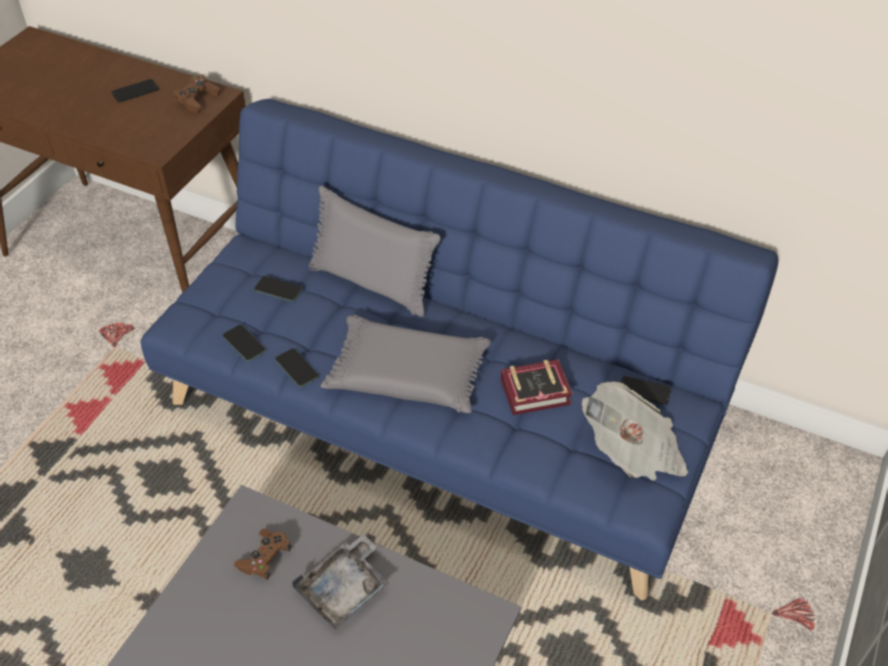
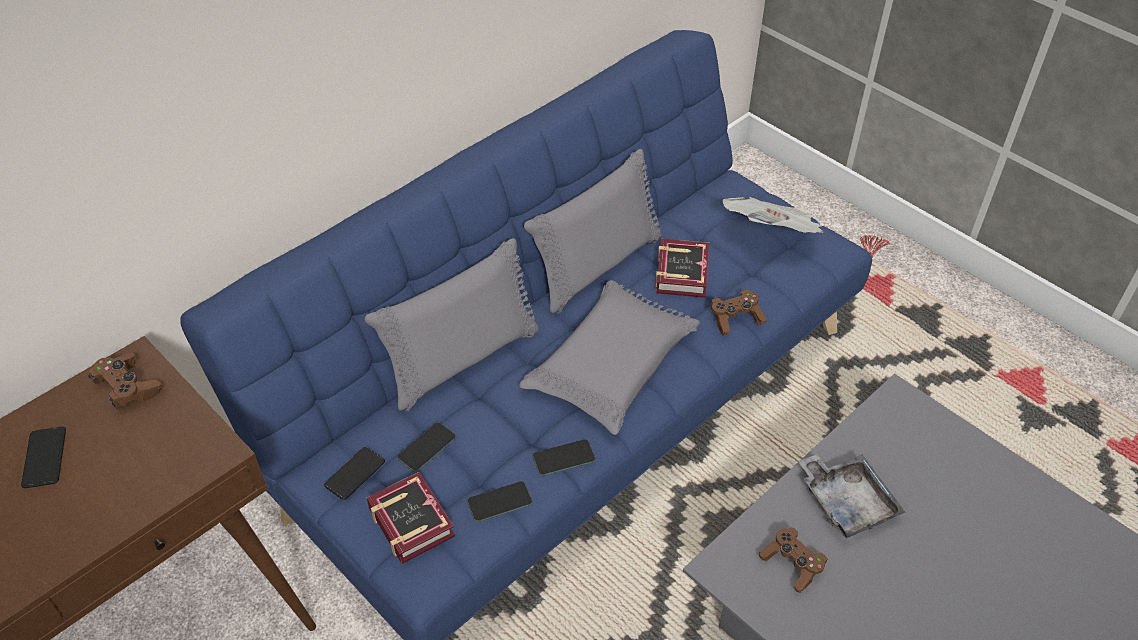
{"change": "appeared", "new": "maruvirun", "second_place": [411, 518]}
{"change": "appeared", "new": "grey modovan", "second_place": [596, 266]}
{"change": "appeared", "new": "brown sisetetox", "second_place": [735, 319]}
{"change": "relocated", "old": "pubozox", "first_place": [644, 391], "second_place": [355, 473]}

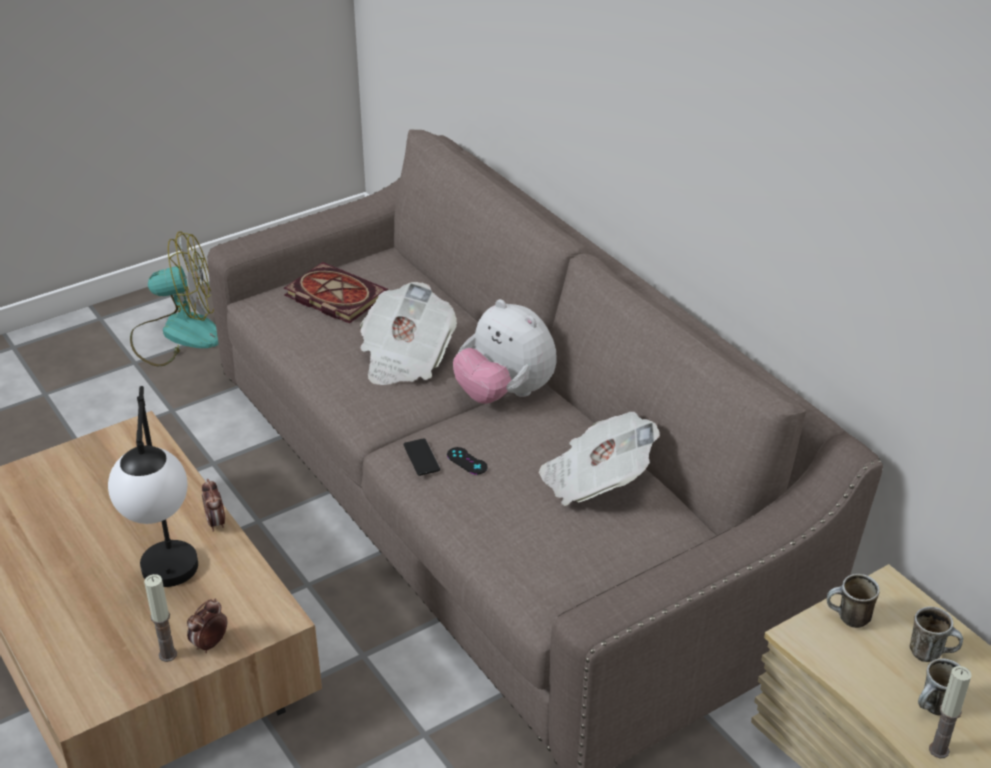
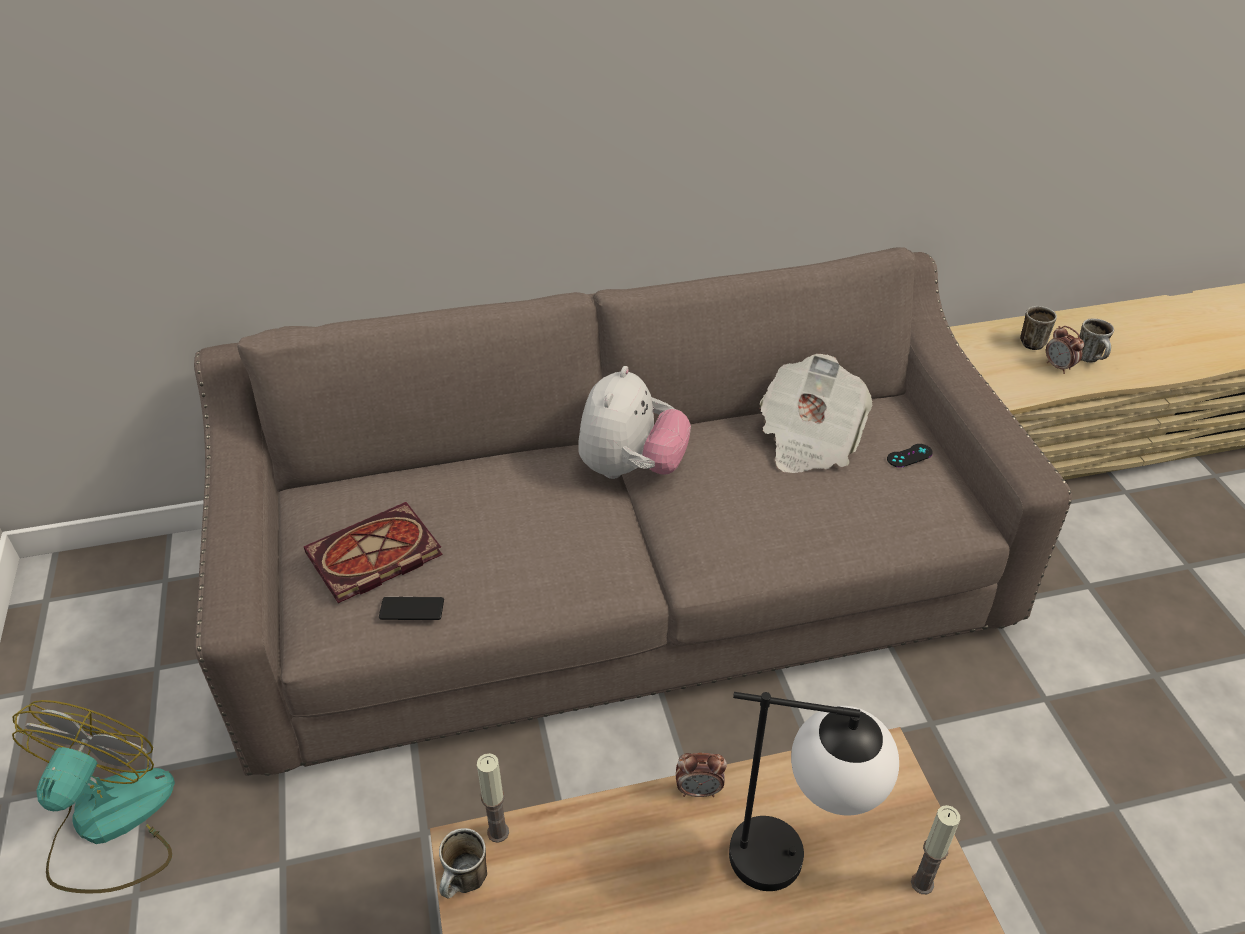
{"change": "missing", "old": "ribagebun", "first_place": [405, 358]}
{"change": "relocated", "old": "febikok", "first_place": [210, 644], "second_place": [1058, 367]}
{"change": "relocated", "old": "pubozox", "first_place": [421, 458], "second_place": [411, 609]}
{"change": "relocated", "old": "black sisetetox", "first_place": [467, 461], "second_place": [909, 456]}
{"change": "relocated", "old": "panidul", "first_place": [848, 619], "second_place": [465, 884]}
{"change": "relocated", "old": "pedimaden", "first_place": [939, 750], "second_place": [498, 832]}
{"change": "spun", "old": "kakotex", "first_place": [505, 394], "second_place": [631, 469], "degrees": -45}

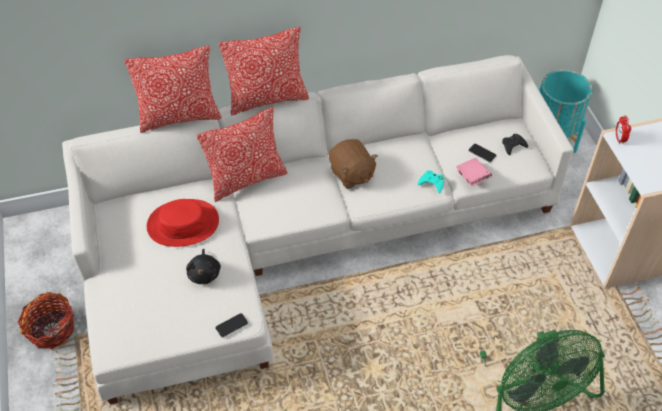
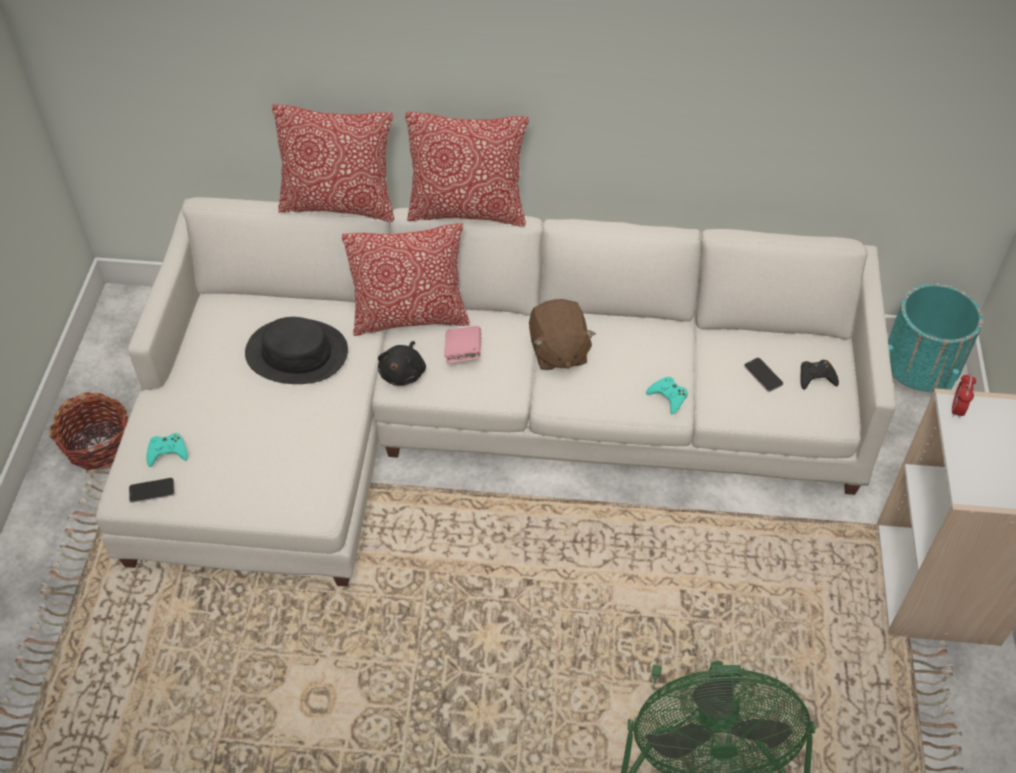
{"change": "appeared", "new": "turquoise sisetetox", "second_place": [167, 452]}
{"change": "relocated", "old": "black kakotex", "first_place": [204, 273], "second_place": [403, 373]}
{"change": "relocated", "old": "pubozox", "first_place": [231, 325], "second_place": [152, 490]}
{"change": "relocated", "old": "pink maruvirun", "first_place": [472, 177], "second_place": [463, 353]}
{"change": "colour", "old": "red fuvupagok", "new": "black fuvupagok", "first_place": [183, 223], "second_place": [297, 353]}

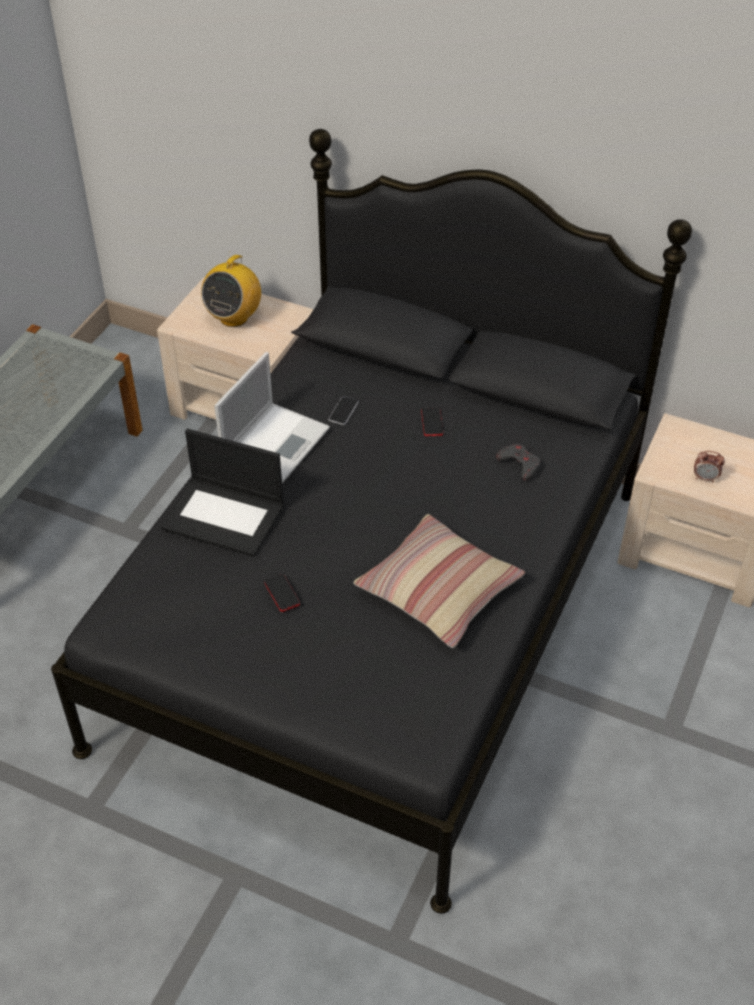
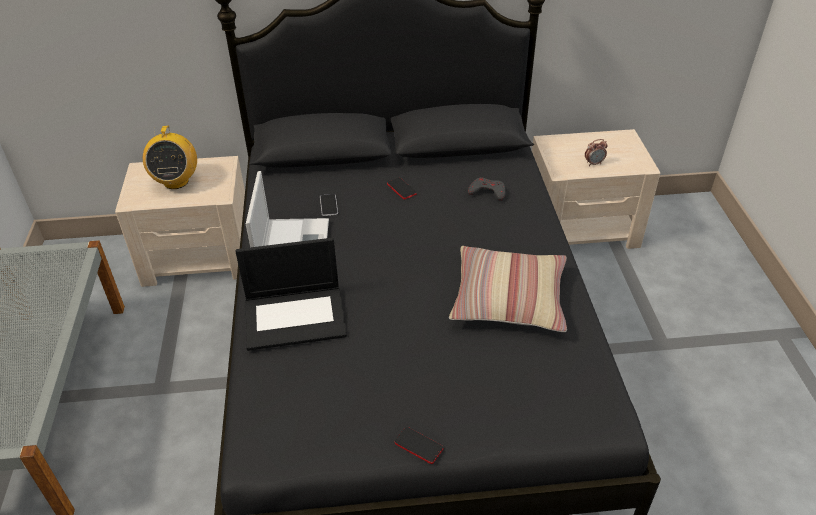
{"change": "relocated", "old": "pubozox", "first_place": [282, 593], "second_place": [418, 446]}

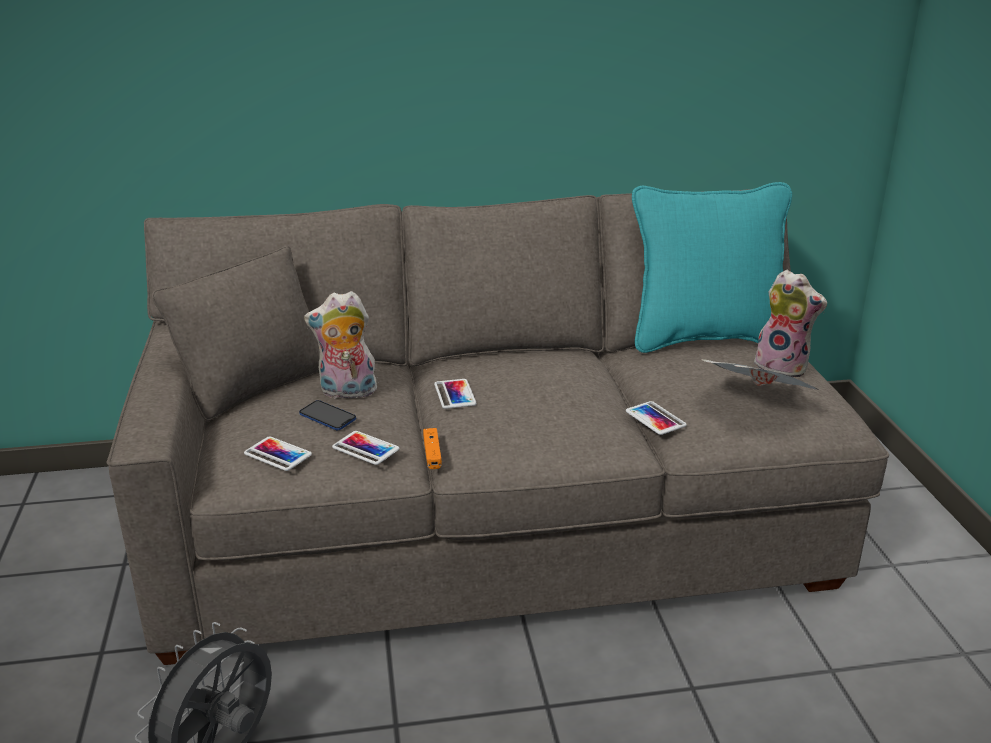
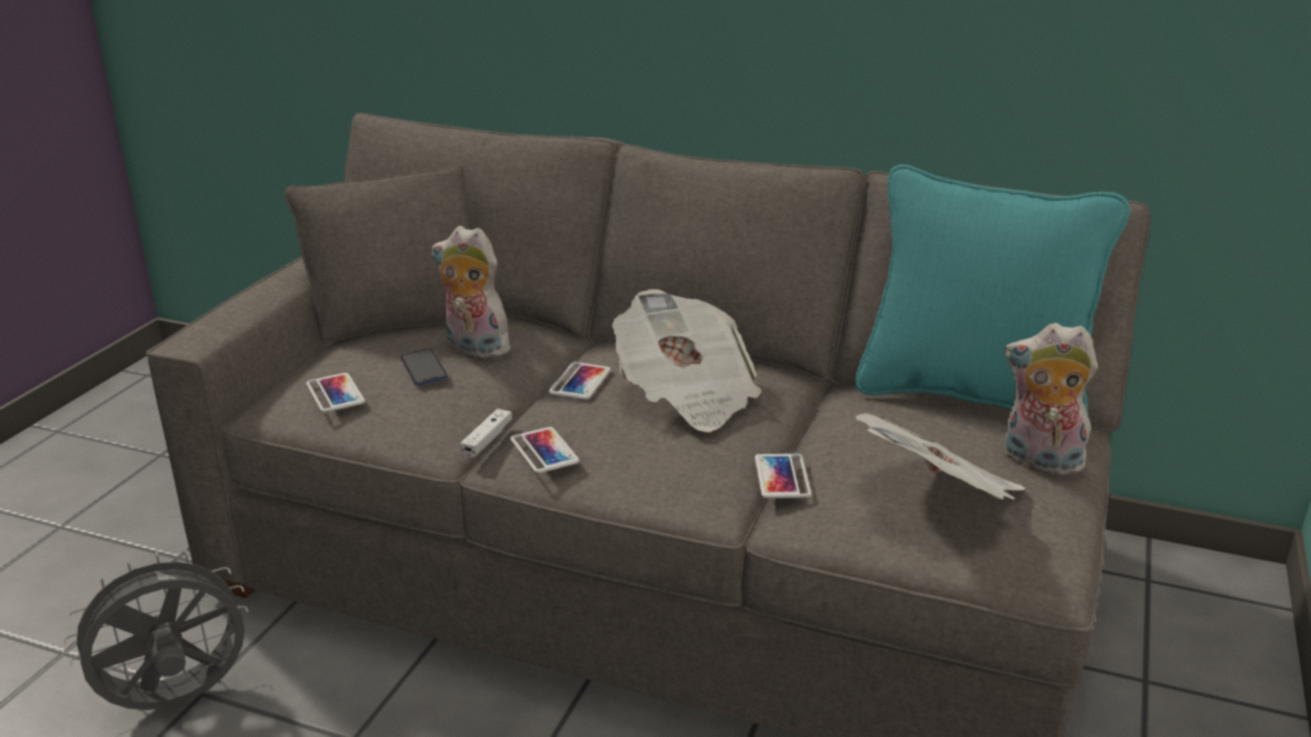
{"change": "appeared", "new": "ribagebun", "second_place": [686, 395]}
{"change": "relocated", "old": "pubozox", "first_place": [365, 448], "second_place": [544, 451]}
{"change": "colour", "old": "orange sisetetox", "new": "white sisetetox", "first_place": [432, 454], "second_place": [487, 440]}
{"change": "spun", "old": "kakotex", "first_place": [783, 367], "second_place": [1039, 463], "degrees": 135}

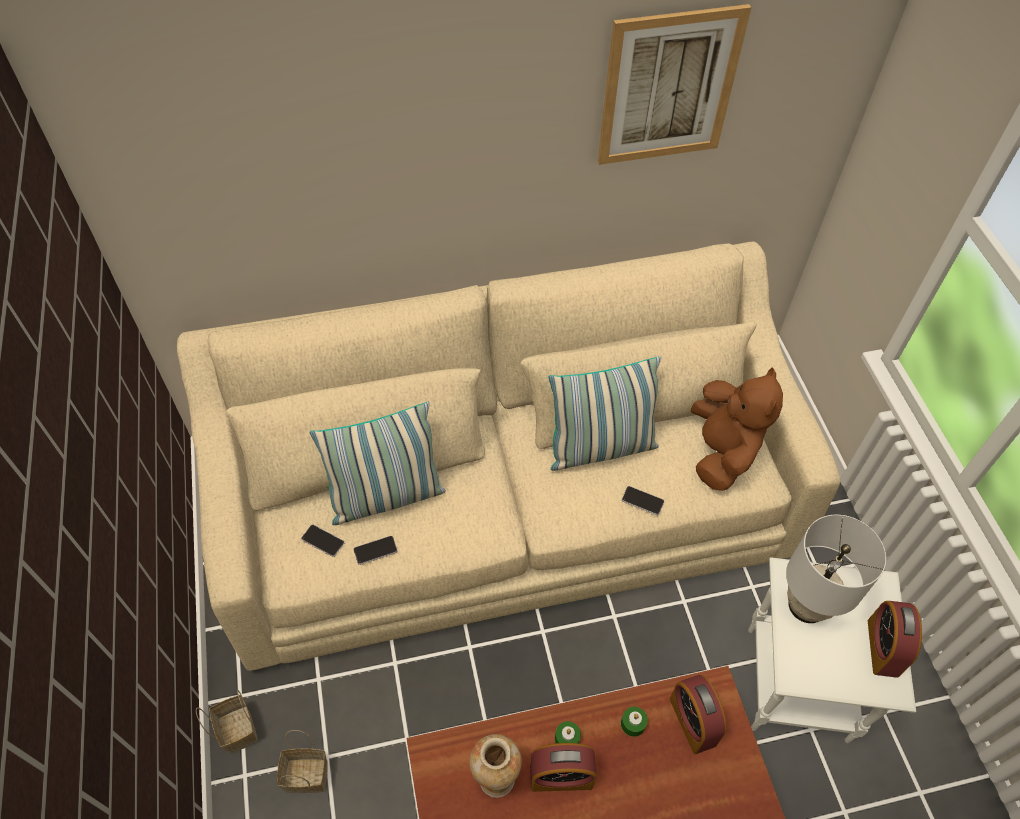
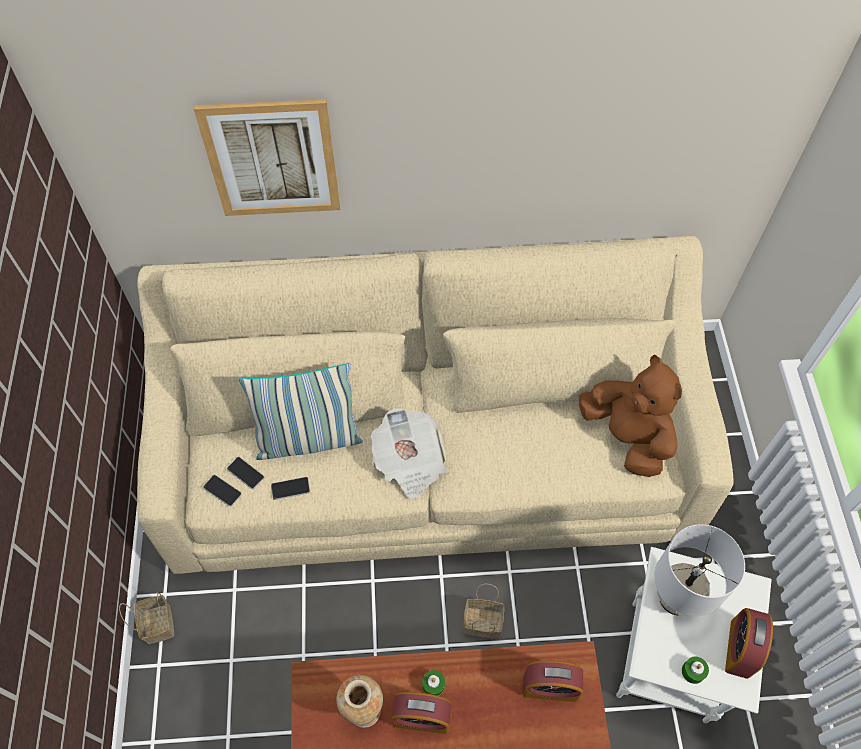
{"change": "missing", "old": "modovan", "first_place": [600, 448]}
{"change": "appeared", "new": "ribagebun", "second_place": [409, 462]}
{"change": "relocated", "old": "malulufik", "first_place": [307, 774], "second_place": [484, 622]}
{"change": "relocated", "old": "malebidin", "first_place": [668, 87], "second_place": [272, 159]}
{"change": "relocated", "old": "green pedimaden", "first_place": [633, 724], "second_place": [693, 671]}
{"change": "relocated", "old": "pubozox", "first_place": [642, 501], "second_place": [222, 491]}
{"change": "spun", "old": "febikok", "first_place": [692, 721], "second_place": [550, 687], "degrees": -75}
{"change": "spun", "old": "brown kakotex", "first_place": [721, 450], "second_place": [626, 436], "degrees": -45}

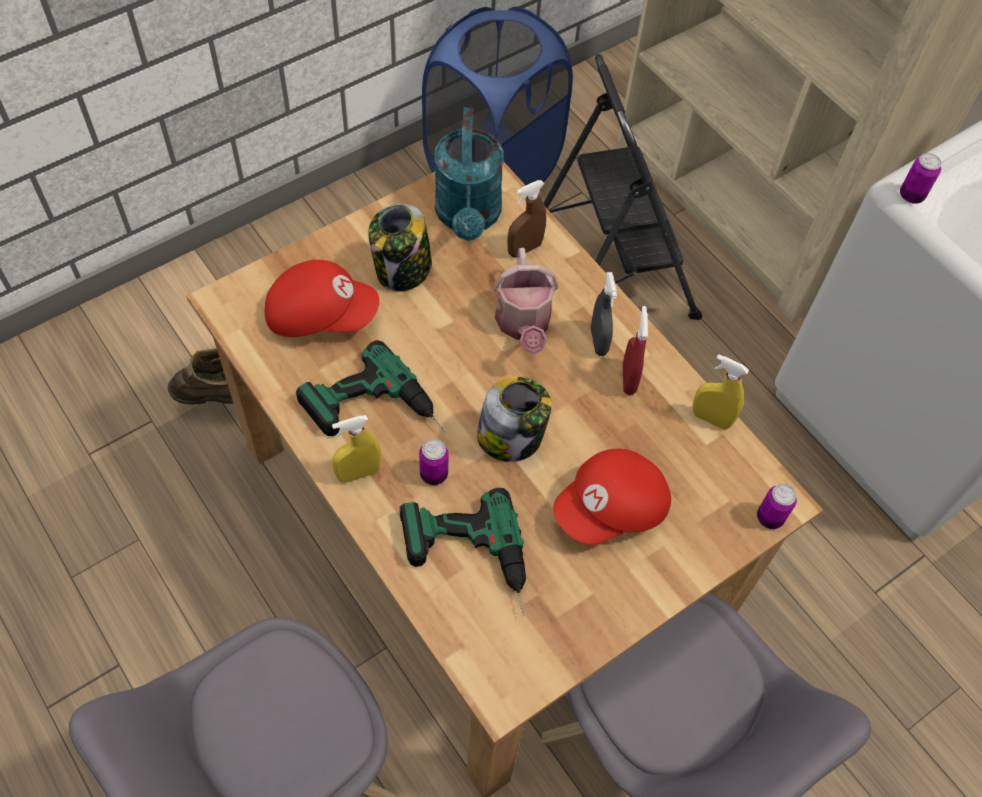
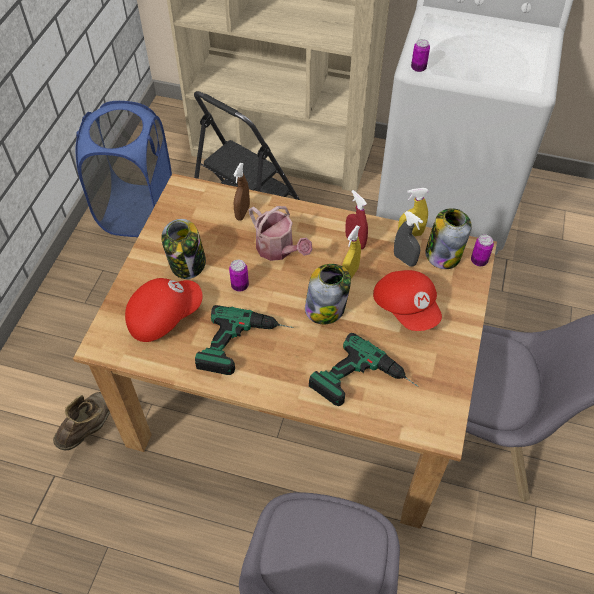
{"change": "missing", "old": "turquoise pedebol", "first_place": [468, 217]}
{"change": "appeared", "new": "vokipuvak", "second_place": [443, 254]}
{"change": "relocated", "old": "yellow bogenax", "first_place": [358, 473], "second_place": [350, 274]}
{"change": "relocated", "old": "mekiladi", "first_place": [434, 474], "second_place": [240, 286]}
{"change": "relocated", "old": "grey bogenax", "first_place": [598, 341], "second_place": [404, 259]}
{"change": "spun", "old": "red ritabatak", "first_place": [612, 509], "second_place": [407, 308], "degrees": -45}

